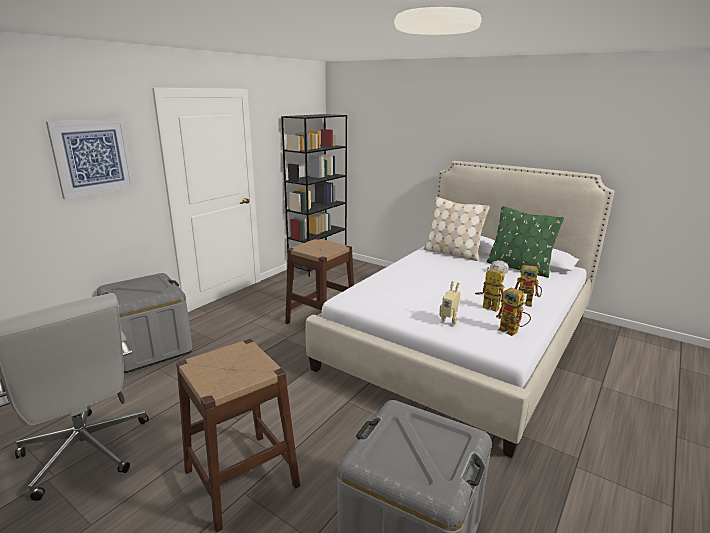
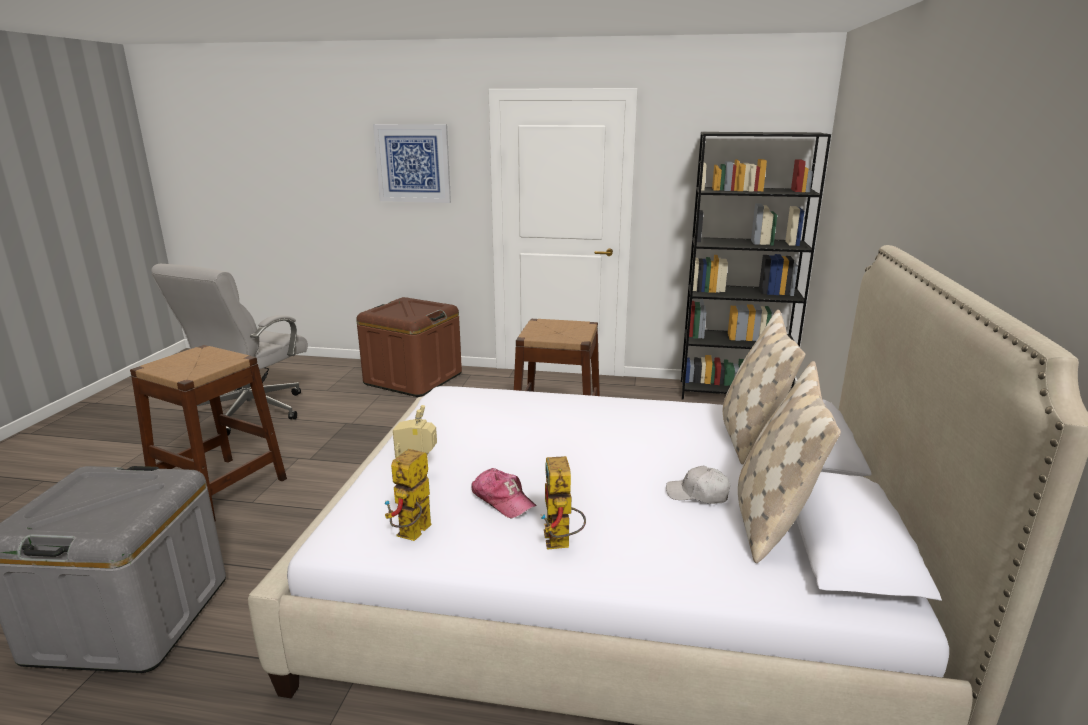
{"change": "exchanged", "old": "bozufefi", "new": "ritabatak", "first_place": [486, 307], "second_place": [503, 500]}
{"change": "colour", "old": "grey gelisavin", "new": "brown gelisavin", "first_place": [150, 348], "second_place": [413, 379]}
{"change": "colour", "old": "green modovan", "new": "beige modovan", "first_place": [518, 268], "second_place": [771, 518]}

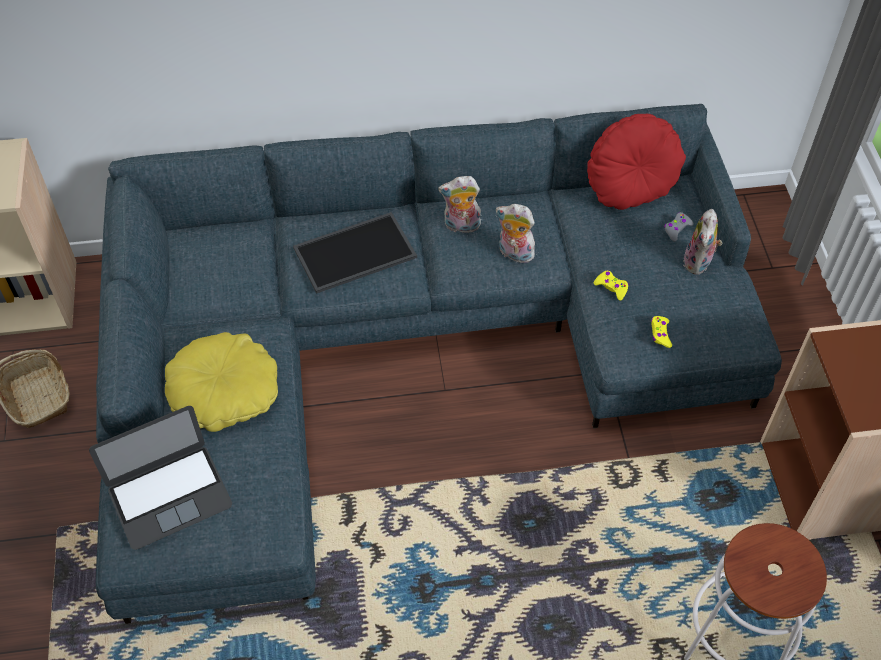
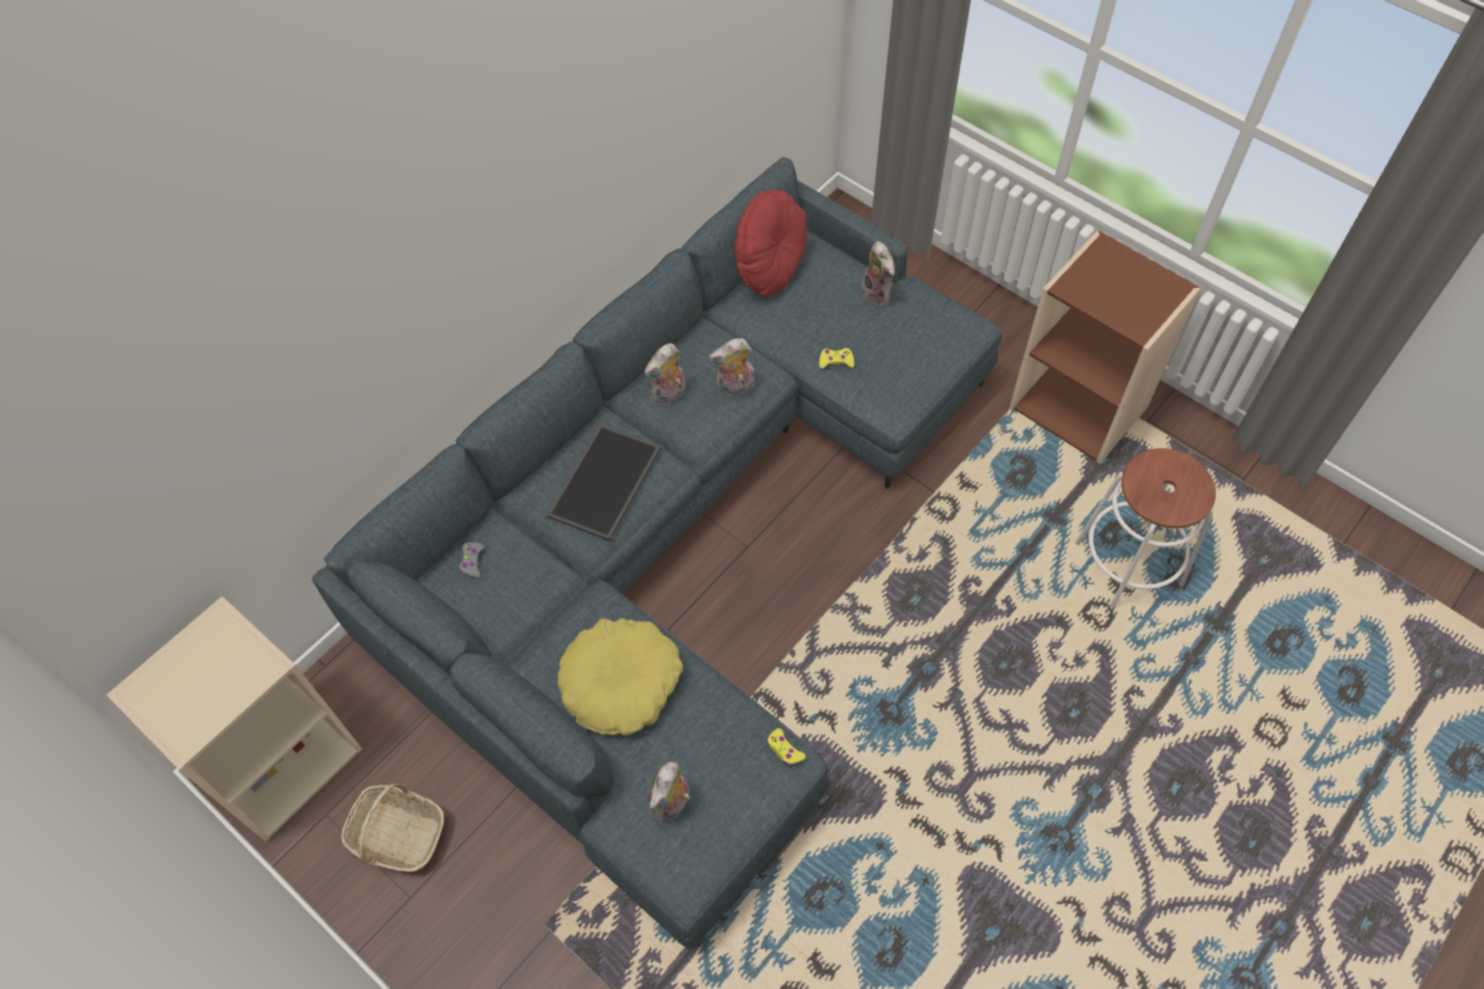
{"change": "relocated", "old": "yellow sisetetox", "first_place": [660, 334], "second_place": [784, 750]}
{"change": "relocated", "old": "grey sisetetox", "first_place": [677, 229], "second_place": [472, 562]}
{"change": "exchanged", "old": "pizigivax", "new": "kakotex", "first_place": [169, 496], "second_place": [672, 804]}

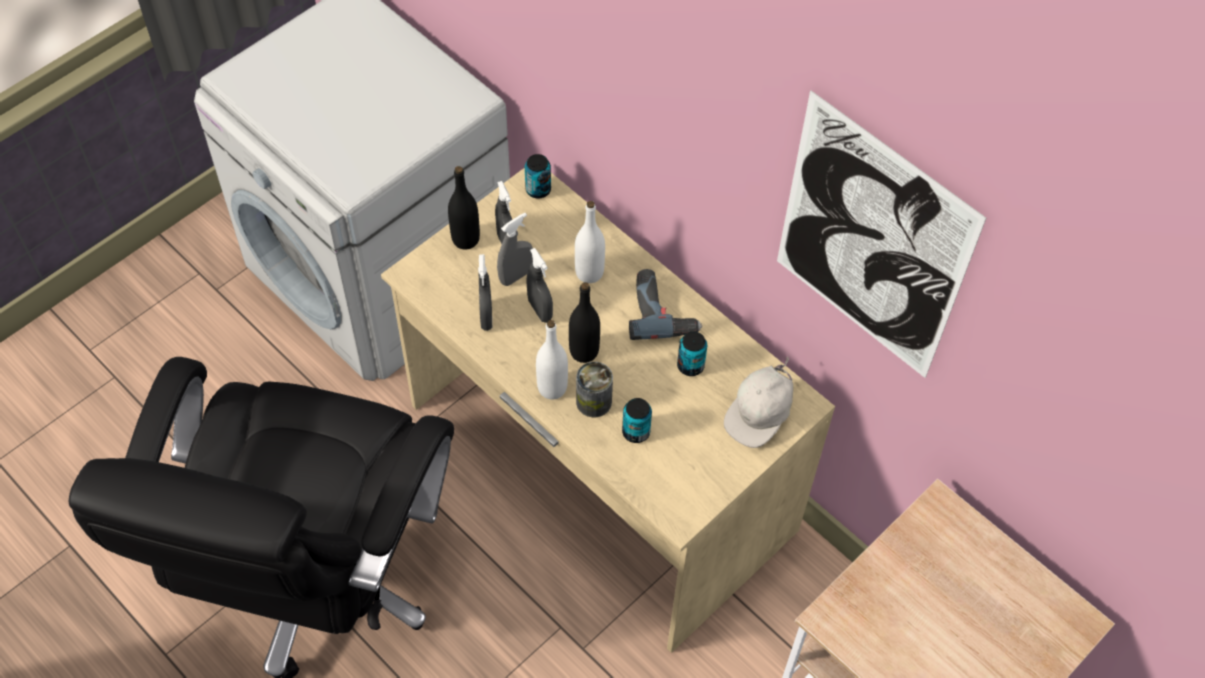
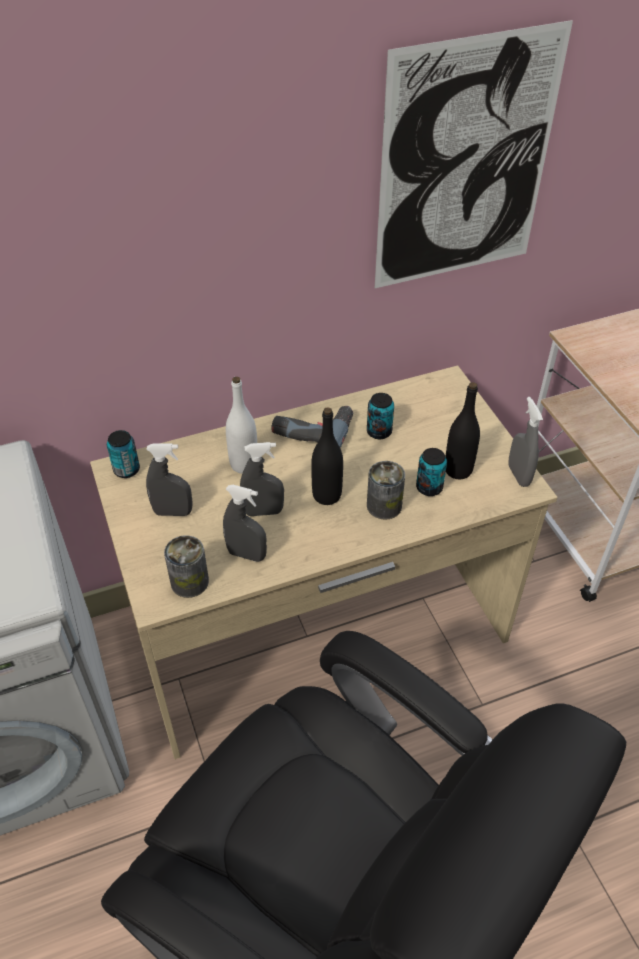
{"change": "missing", "old": "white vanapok", "first_place": [552, 388]}
{"change": "missing", "old": "white ritabatak", "first_place": [760, 415]}
{"change": "appeared", "new": "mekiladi", "second_place": [189, 581]}
{"change": "relocated", "old": "black vanapok", "first_place": [465, 239], "second_place": [458, 470]}
{"change": "relocated", "old": "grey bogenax", "first_place": [516, 276], "second_place": [518, 475]}

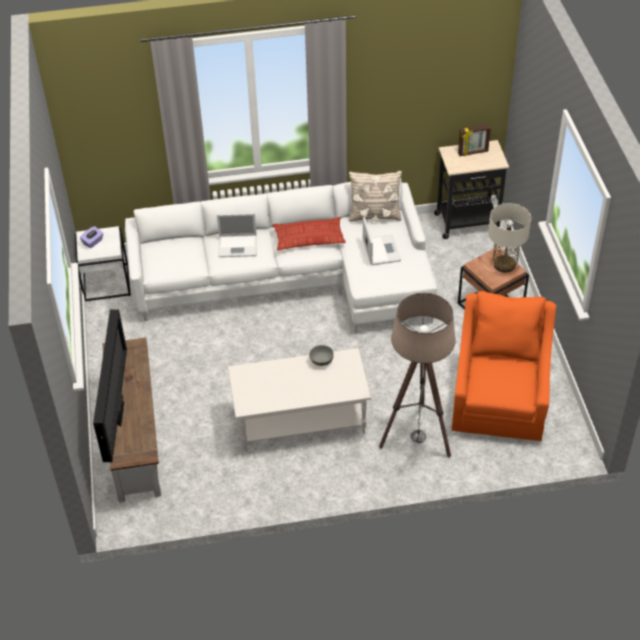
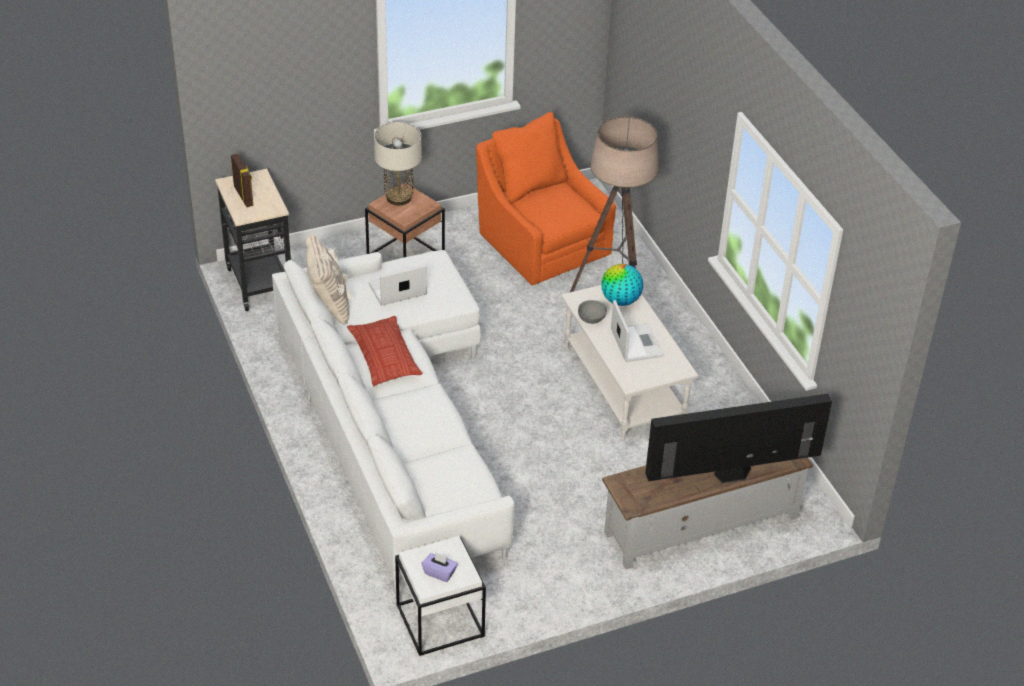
{"change": "appeared", "new": "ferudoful", "second_place": [620, 300]}
{"change": "relocated", "old": "pizigivax", "first_place": [238, 246], "second_place": [635, 342]}
{"change": "spun", "old": "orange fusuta", "first_place": [499, 399], "second_place": [542, 243], "degrees": 60}

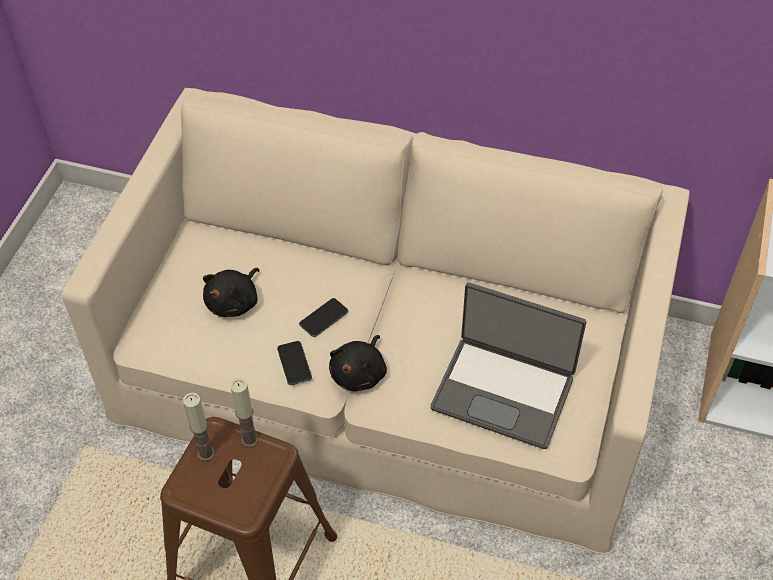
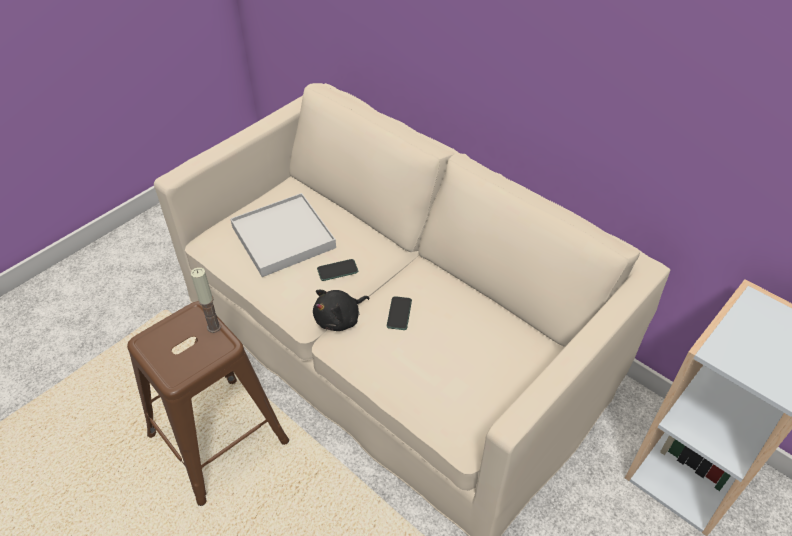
{"change": "missing", "old": "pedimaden", "first_place": [206, 453]}
{"change": "missing", "old": "pizigivax", "first_place": [504, 391]}
{"change": "relocated", "old": "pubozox", "first_place": [294, 363], "second_place": [399, 313]}
{"change": "exchanged", "old": "black kakotex", "new": "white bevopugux", "first_place": [234, 302], "second_place": [283, 237]}

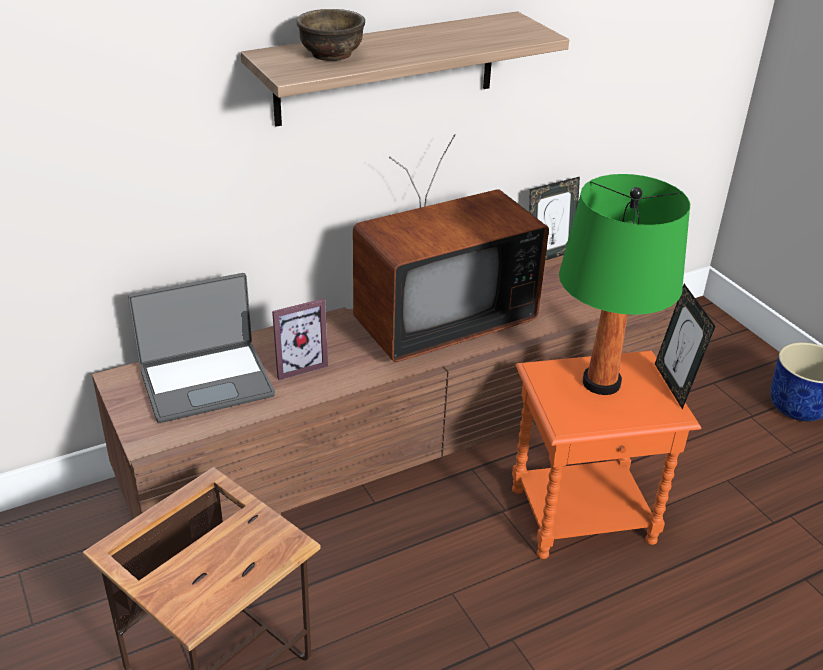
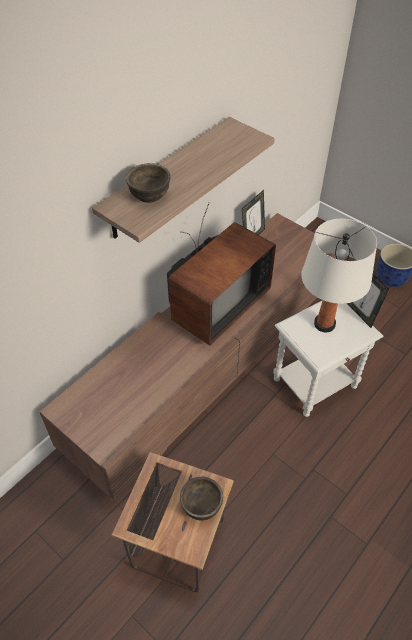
{"change": "missing", "old": "pizigivax", "first_place": [206, 382]}
{"change": "missing", "old": "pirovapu", "first_place": [297, 365]}
{"change": "appeared", "new": "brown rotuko", "second_place": [201, 505]}
{"change": "colour", "old": "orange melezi", "new": "white melezi", "first_place": [581, 512], "second_place": [314, 381]}
{"change": "colour", "old": "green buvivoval", "new": "white buvivoval", "first_place": [601, 383], "second_place": [324, 324]}

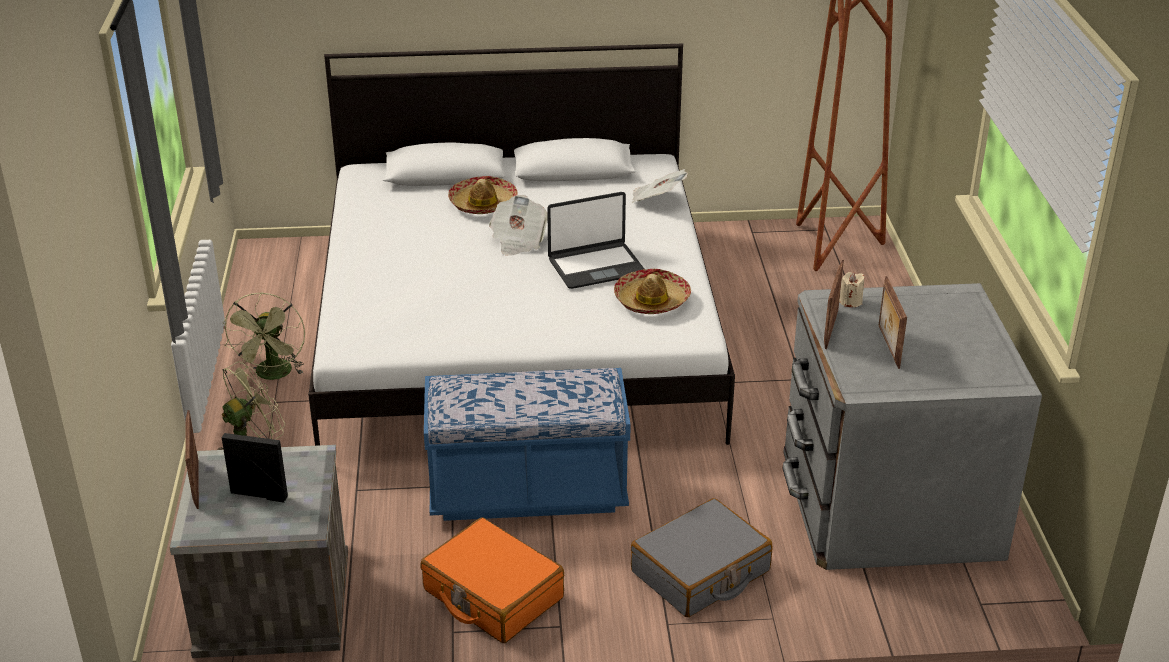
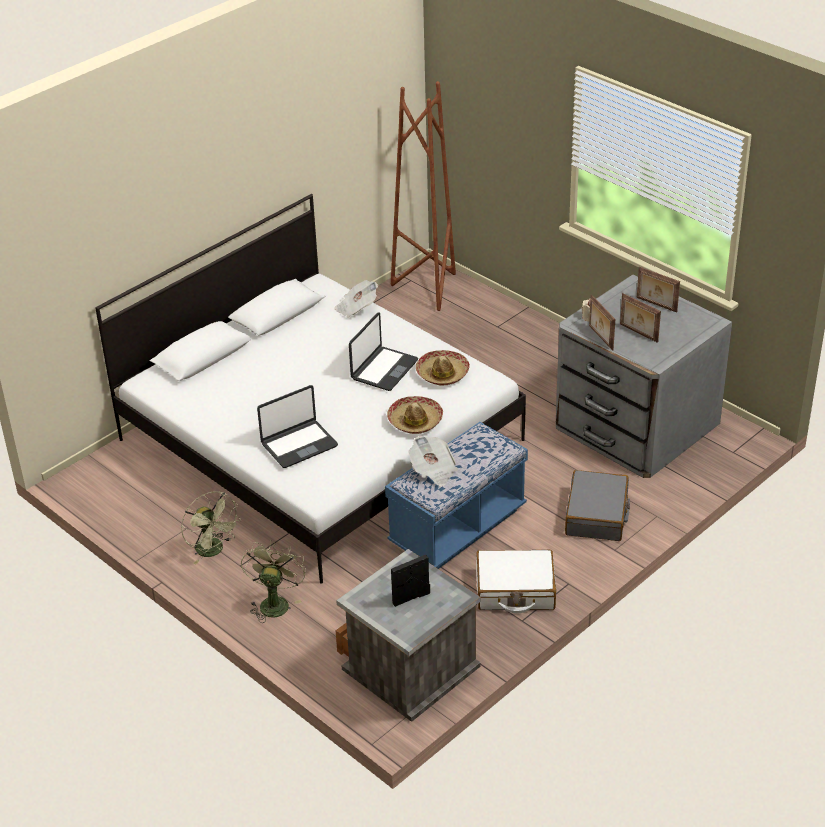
{"change": "appeared", "new": "pizigivax", "second_place": [299, 444]}
{"change": "relocated", "old": "pirovapu", "first_place": [196, 484], "second_place": [656, 305]}
{"change": "relocated", "old": "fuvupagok", "first_place": [483, 203], "second_place": [415, 421]}
{"change": "relocated", "old": "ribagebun", "first_place": [518, 240], "second_place": [433, 471]}
{"change": "colour", "old": "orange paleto", "new": "white paleto", "first_place": [492, 594], "second_place": [515, 590]}

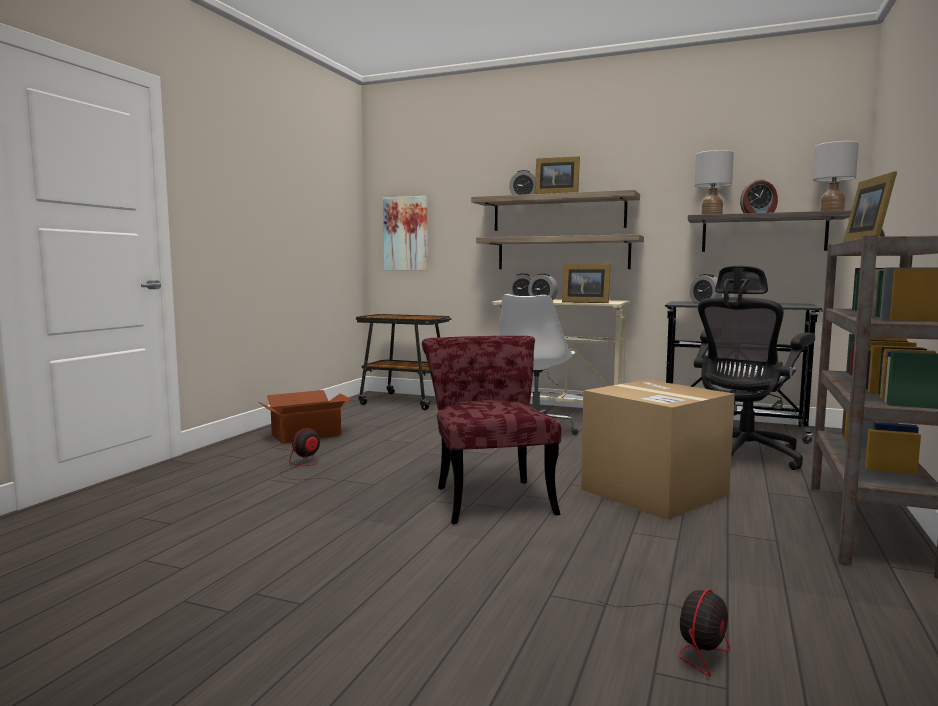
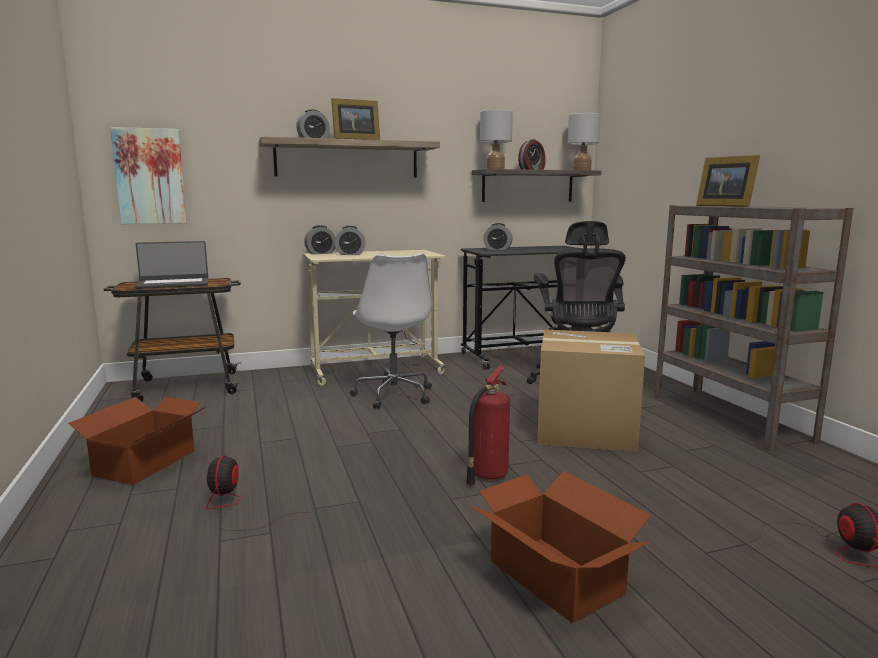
{"change": "missing", "old": "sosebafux", "first_place": [562, 253]}
{"change": "missing", "old": "pirovapu", "first_place": [584, 302]}
{"change": "appeared", "new": "pizigivax", "second_place": [173, 284]}
{"change": "appeared", "new": "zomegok", "second_place": [555, 578]}
{"change": "exchanged", "old": "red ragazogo", "new": "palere", "first_place": [490, 496], "second_place": [487, 475]}

